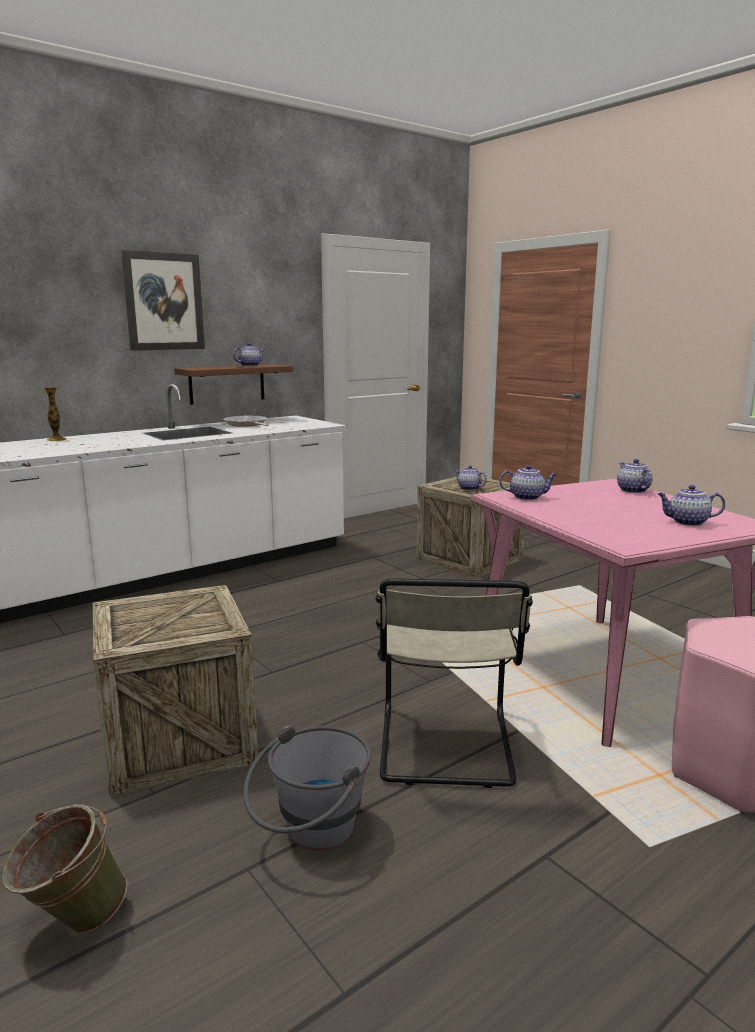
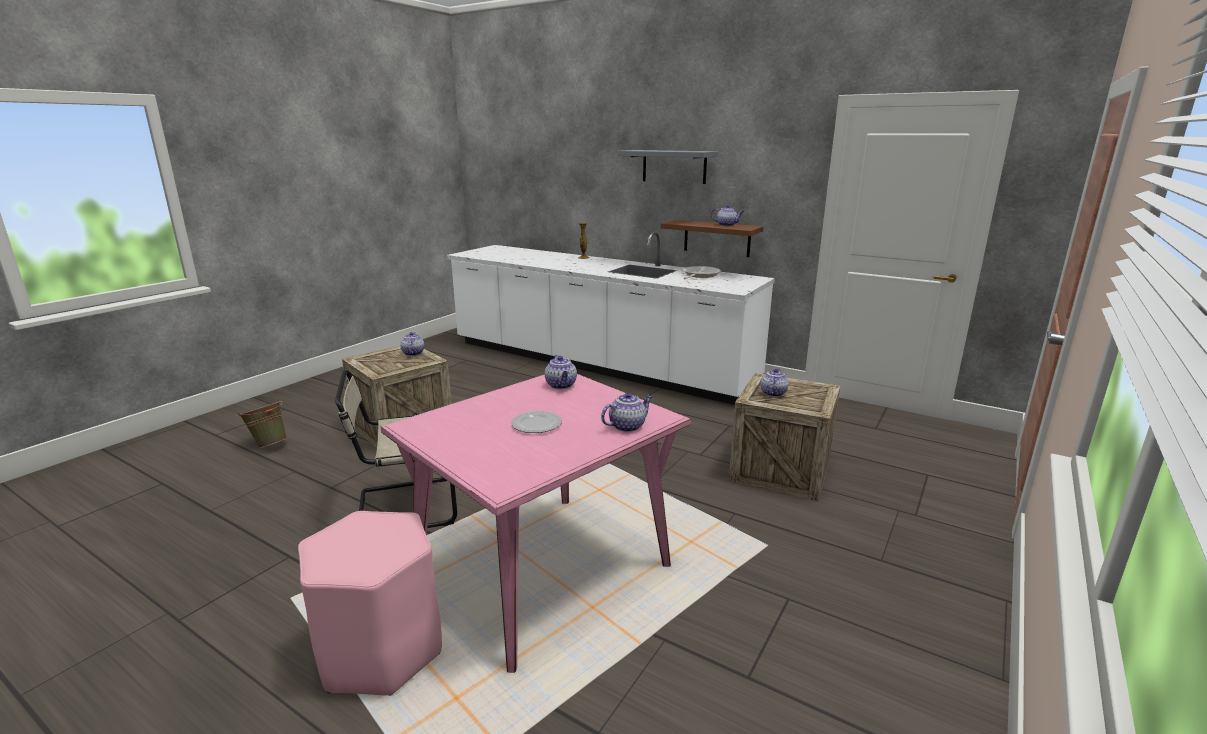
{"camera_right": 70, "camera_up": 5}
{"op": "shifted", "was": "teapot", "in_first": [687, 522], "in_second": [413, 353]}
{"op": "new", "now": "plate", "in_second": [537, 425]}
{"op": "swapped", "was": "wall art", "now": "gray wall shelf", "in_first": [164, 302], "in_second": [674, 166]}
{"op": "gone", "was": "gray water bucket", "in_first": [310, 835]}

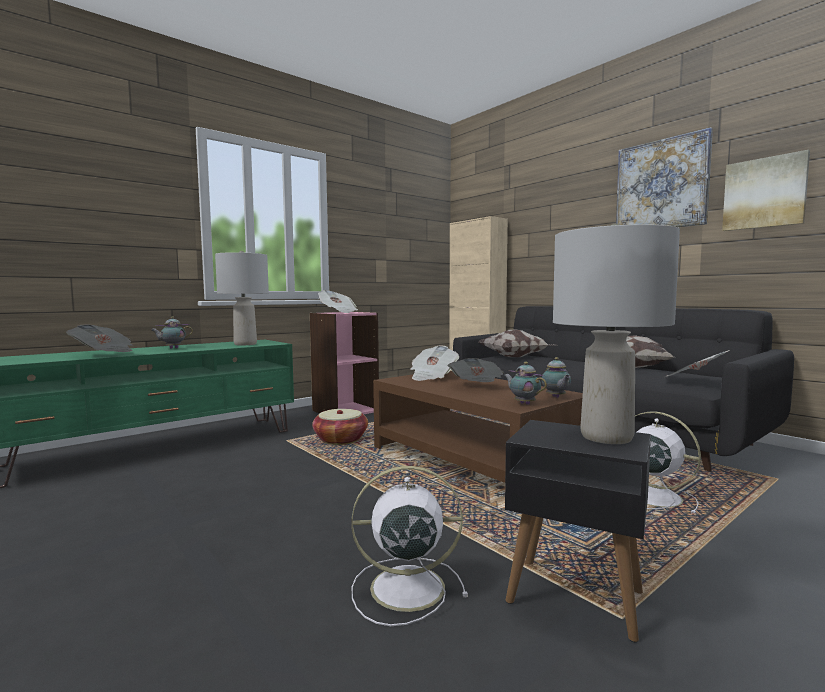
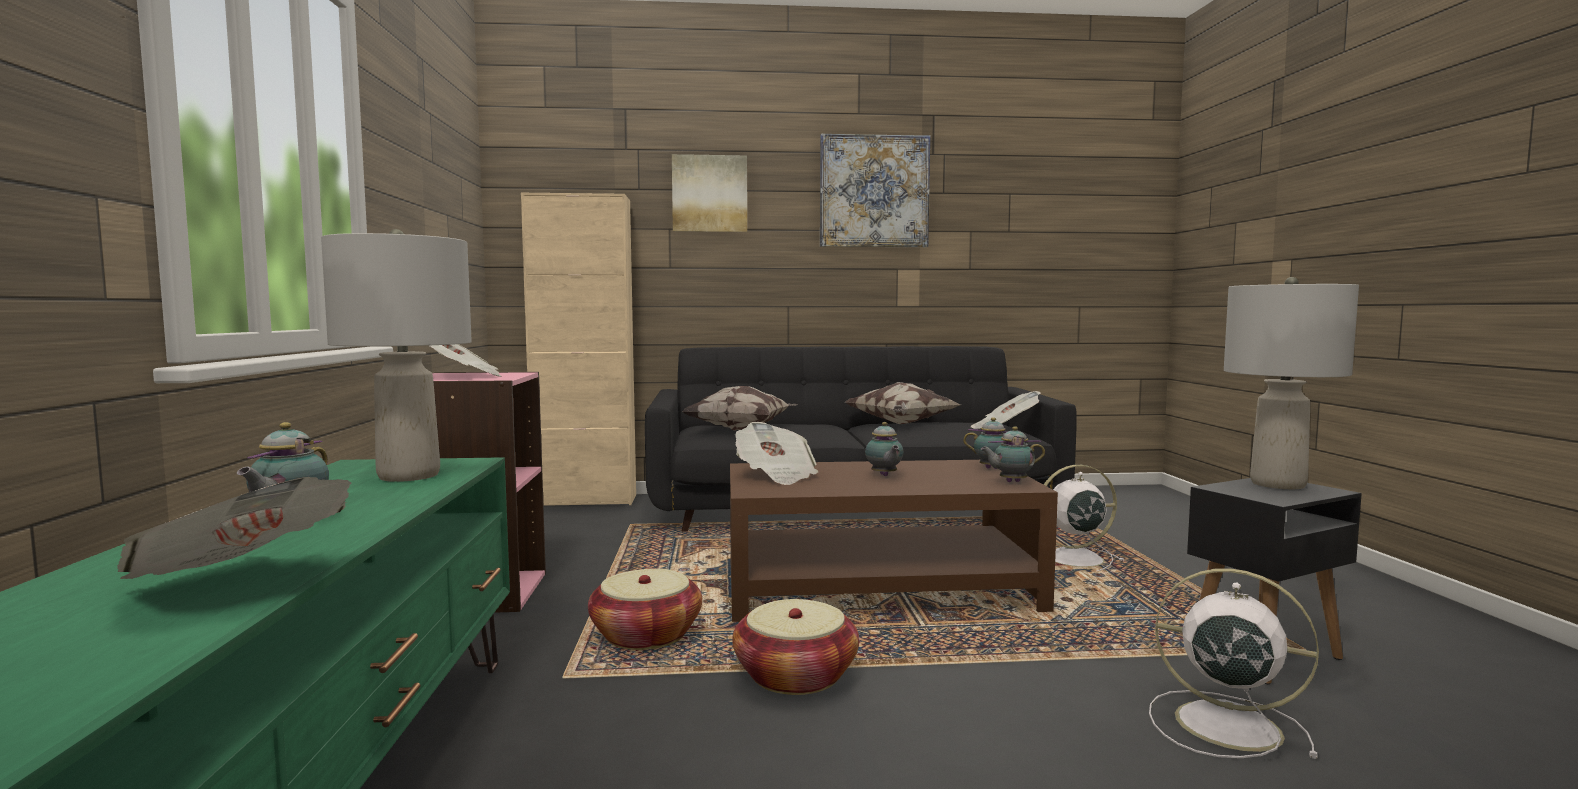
{"camera_right": -55, "camera_up": 0}
{"op": "shifted", "was": "wall art", "in_first": [764, 193], "in_second": [709, 194]}
{"op": "new", "now": "storage basket", "in_second": [795, 676]}
{"op": "swapped", "was": "daily paper", "now": "teapot", "in_first": [476, 386], "in_second": [884, 475]}
{"op": "rotated", "was": "white-coloured electric fan", "in_first": [404, 588], "in_second": [1222, 724], "clockwise": 90}

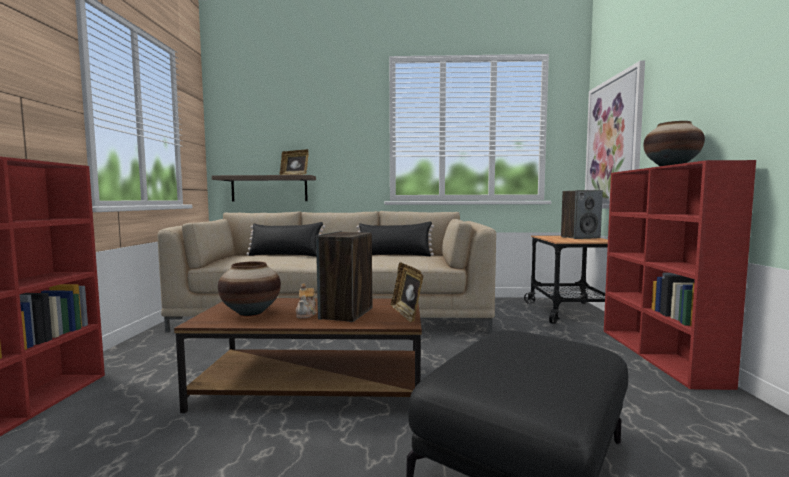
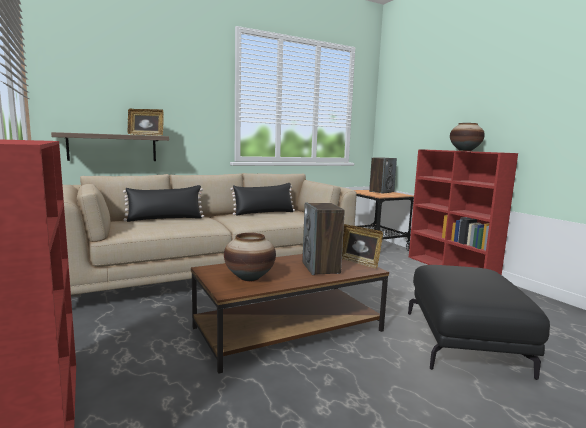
{"camera_right": -30, "camera_up": 5}
{"op": "gone", "was": "teapot", "in_first": [306, 314]}
{"op": "gone", "was": "wall art", "in_first": [613, 144]}

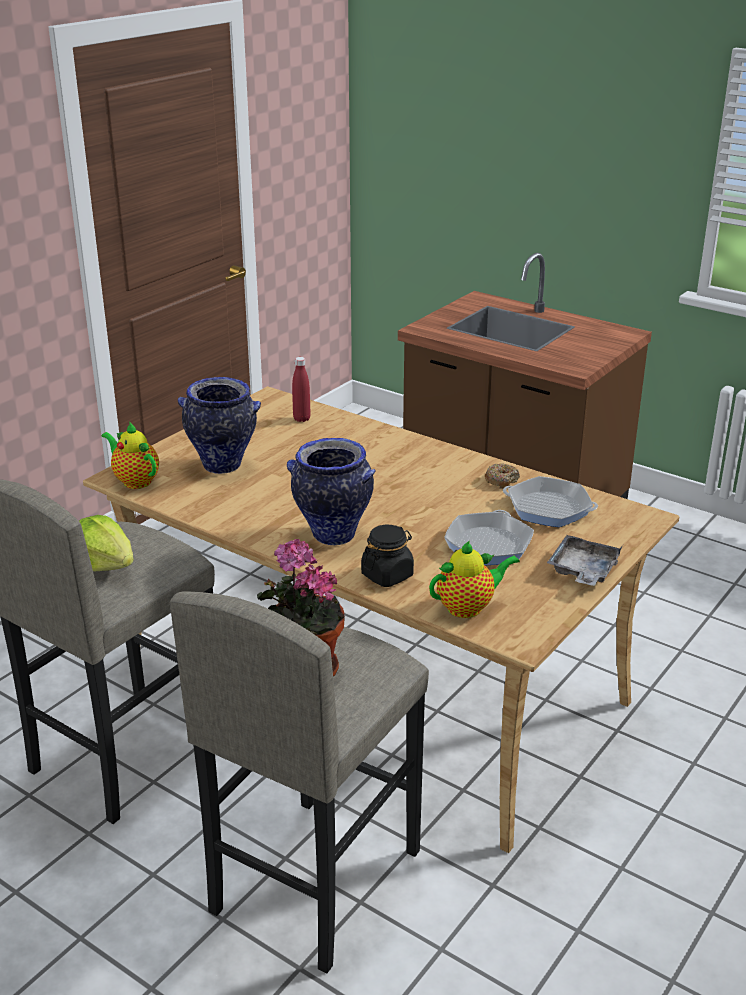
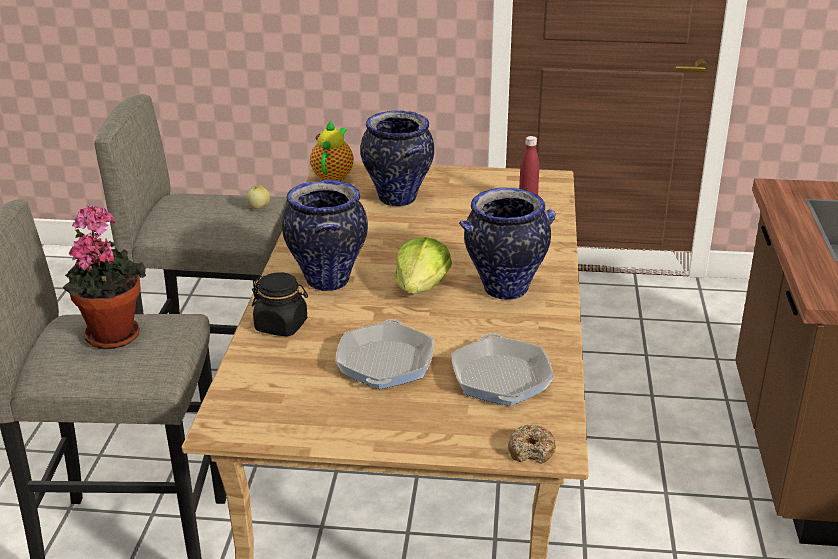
{"camera_right": 60, "camera_up": 0}
{"op": "new", "now": "whole apple", "in_second": [258, 207]}
{"op": "rotated", "was": "skillet", "in_first": [488, 545], "in_second": [385, 363], "clockwise": 105}
{"op": "shifted", "was": "lettuce head", "in_first": [104, 564], "in_second": [421, 287]}
{"op": "new", "now": "decorative vase", "in_second": [504, 290]}
{"op": "shifted", "was": "ring doughnut", "in_first": [501, 481], "in_second": [531, 451]}
{"op": "gone", "was": "teapot", "in_first": [468, 607]}
{"op": "gone", "was": "gray carrying tray", "in_first": [583, 571]}

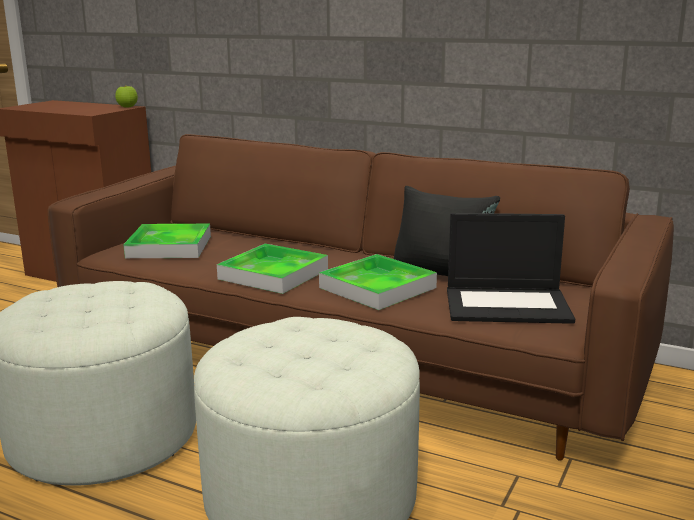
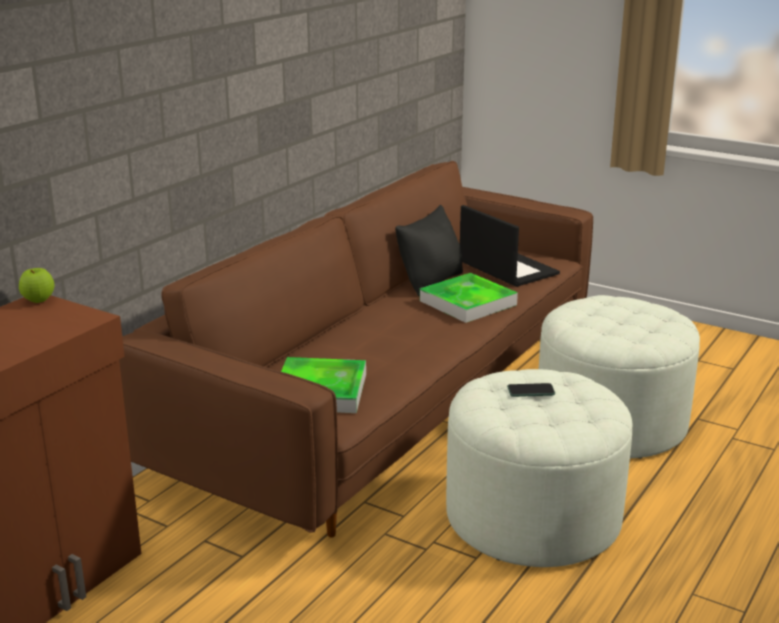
{"camera_right": -85, "camera_up": 5}
{"op": "rotated", "was": "notebook computer", "in_first": [508, 305], "in_second": [506, 268], "clockwise": -45}
{"op": "new", "now": "telephone", "in_second": [531, 391]}
{"op": "gone", "was": "carrying tray", "in_first": [273, 274]}

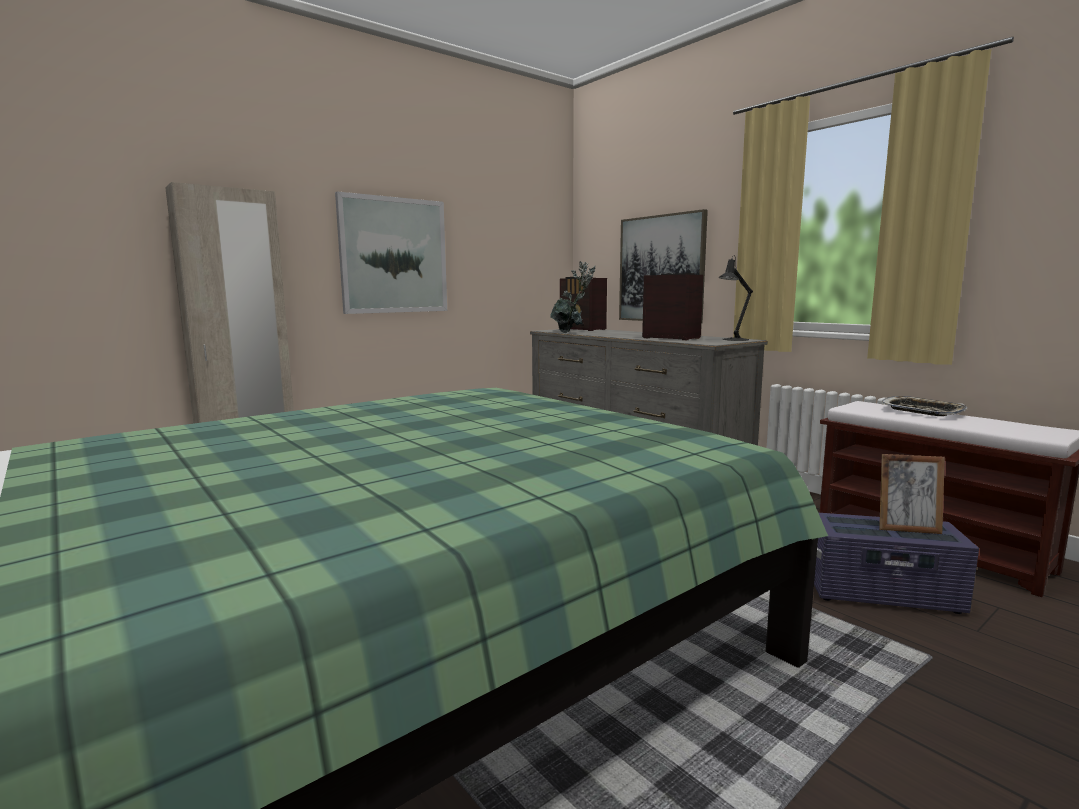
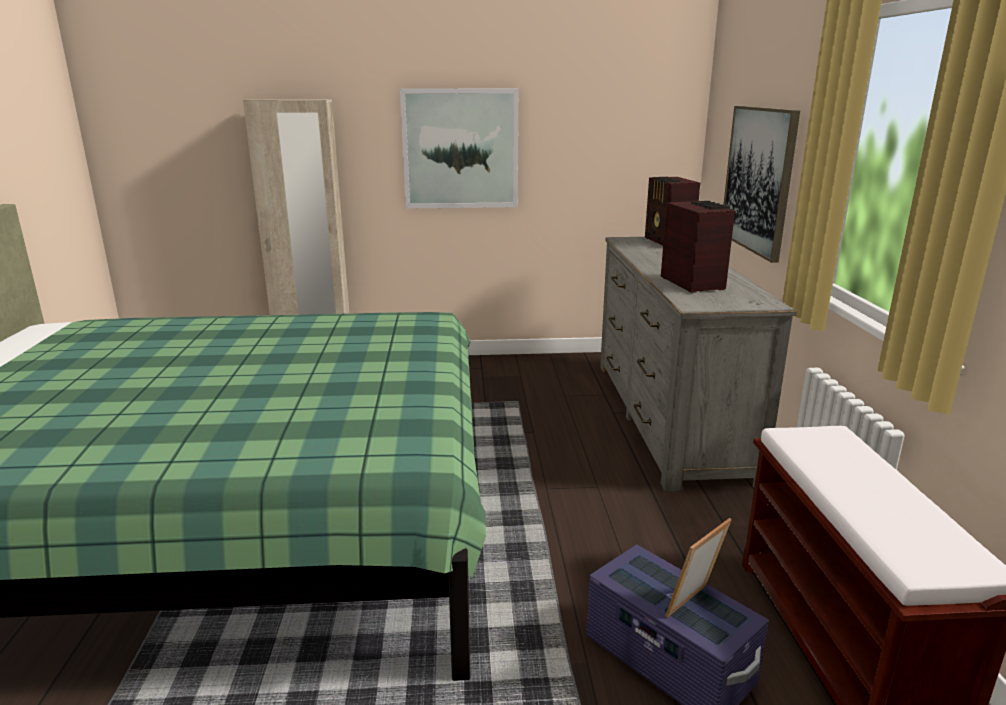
{"camera_right": 35, "camera_up": 10}
{"op": "rotated", "was": "photo frame", "in_first": [907, 529], "in_second": [693, 605], "clockwise": 90}
{"op": "gone", "was": "houseplant", "in_first": [571, 332]}
{"op": "gone", "was": "blackish tabletop lamp", "in_first": [733, 339]}
{"op": "gone", "was": "carrying tray", "in_first": [922, 411]}

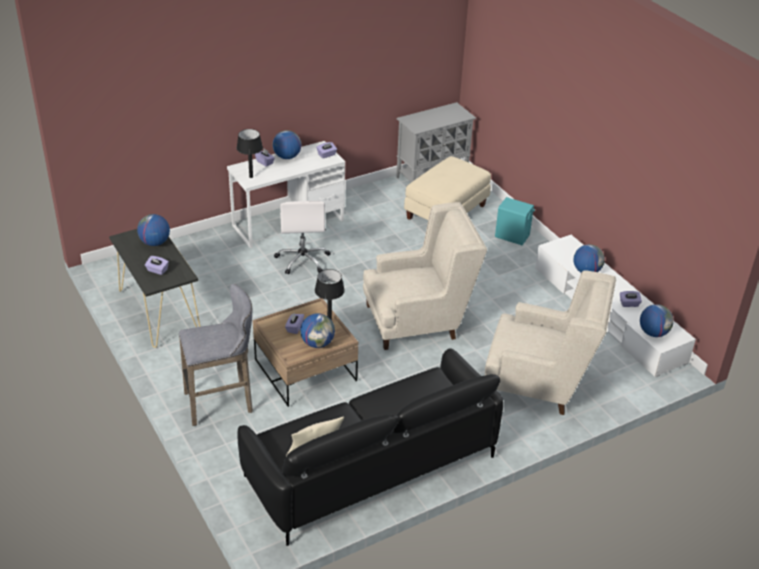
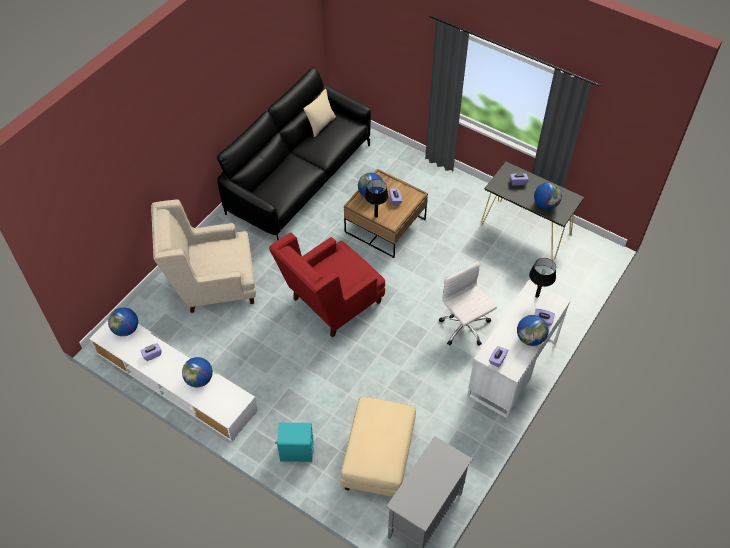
{"camera_right": 155, "camera_up": 15}
{"op": "repainted", "was": "beige easy chair", "now": "red-coloured easy chair", "in_first": [418, 320], "in_second": [331, 305]}
{"op": "gone", "was": "gray sitting stool", "in_first": [222, 402]}

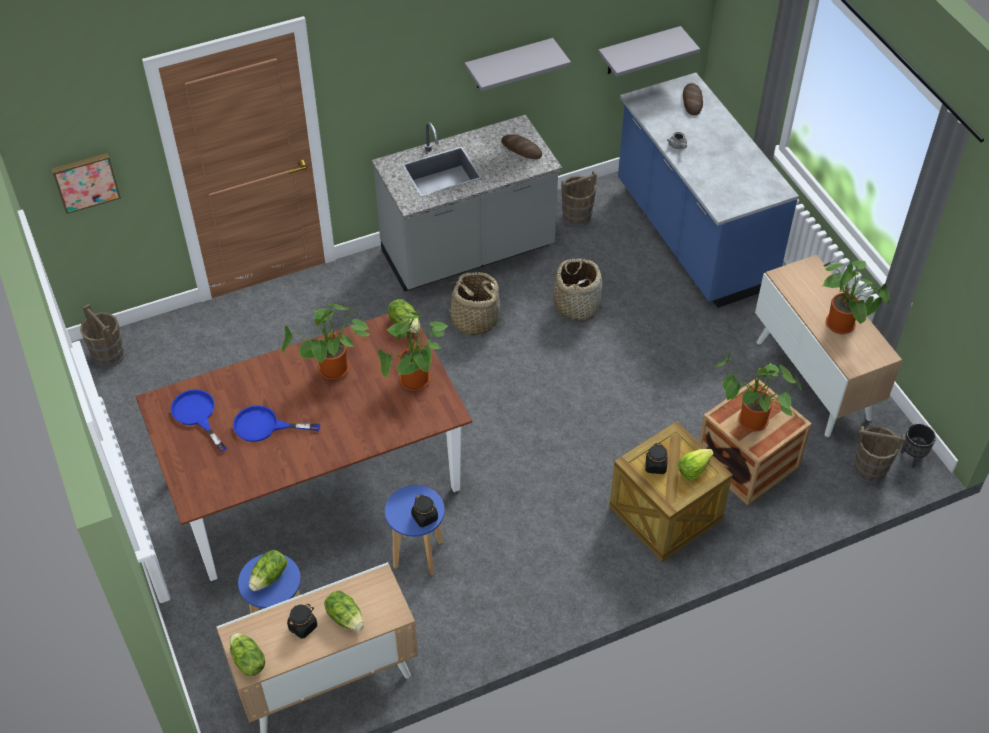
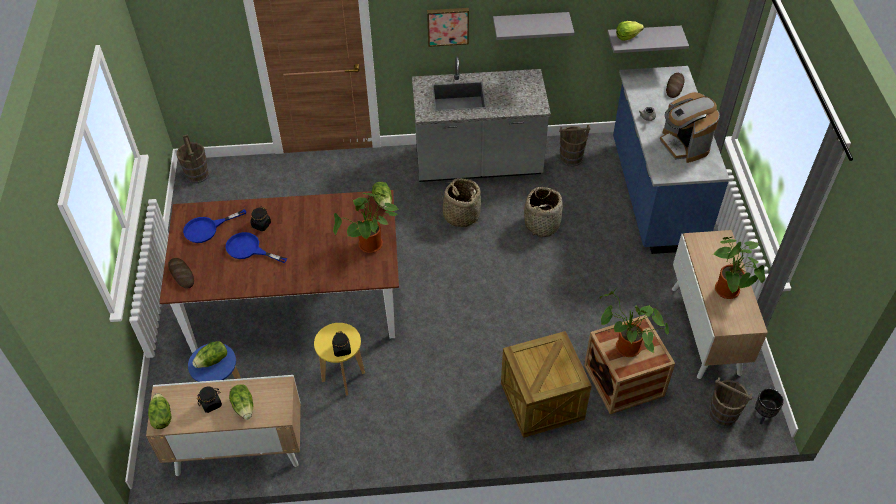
{"camera_right": 20, "camera_up": 0}
{"op": "shifted", "was": "bread", "in_first": [521, 149], "in_second": [181, 274]}
{"op": "rotated", "was": "blue skillet", "in_first": [197, 415], "in_second": [207, 229], "clockwise": -105}
{"op": "shifted", "was": "blackish preserve jar", "in_first": [655, 466], "in_second": [261, 225]}
{"op": "repainted", "was": "blue sitting stool", "now": "yellowish sitting stool", "in_first": [418, 555], "in_second": [343, 377]}
{"op": "shifted", "was": "wall art", "in_first": [85, 181], "in_second": [447, 25]}
{"op": "shifted", "was": "lettuce head", "in_first": [693, 469], "in_second": [627, 36]}
{"op": "new", "now": "coffee maker", "in_second": [684, 145]}
{"op": "gone", "was": "houseplant", "in_first": [333, 372]}

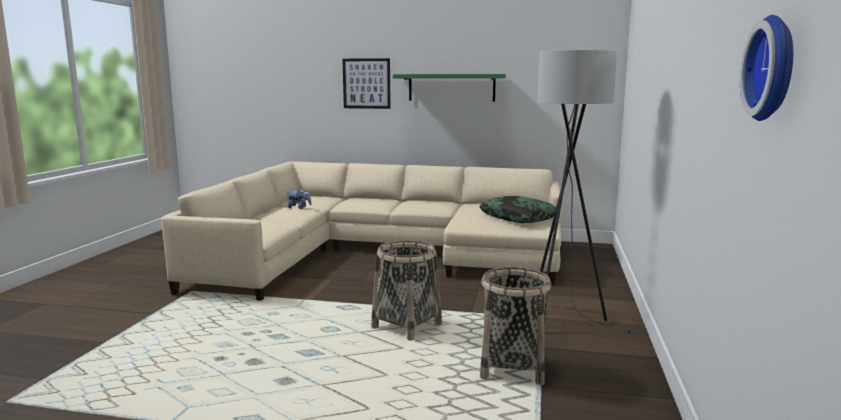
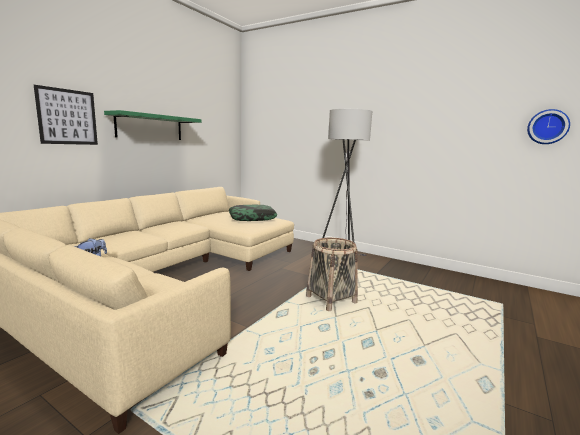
{"camera_right": -70, "camera_up": 0}
{"op": "gone", "was": "storage basket", "in_first": [512, 368]}

